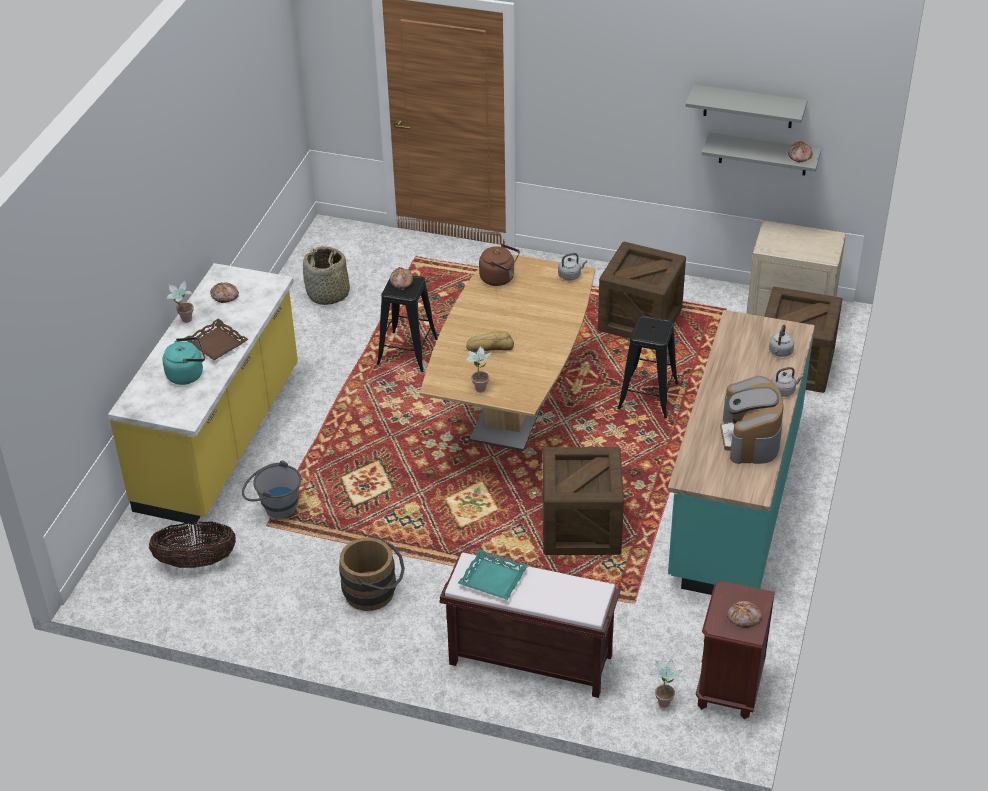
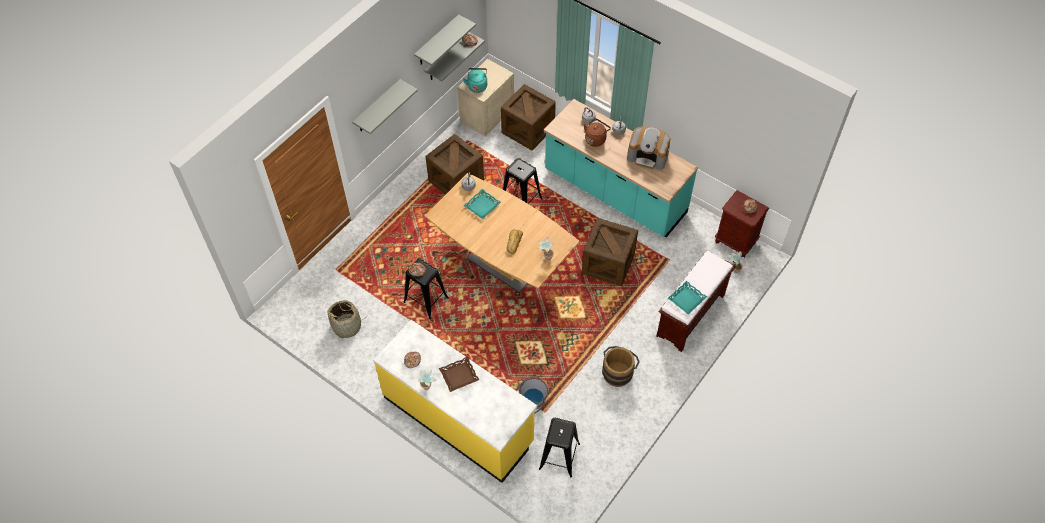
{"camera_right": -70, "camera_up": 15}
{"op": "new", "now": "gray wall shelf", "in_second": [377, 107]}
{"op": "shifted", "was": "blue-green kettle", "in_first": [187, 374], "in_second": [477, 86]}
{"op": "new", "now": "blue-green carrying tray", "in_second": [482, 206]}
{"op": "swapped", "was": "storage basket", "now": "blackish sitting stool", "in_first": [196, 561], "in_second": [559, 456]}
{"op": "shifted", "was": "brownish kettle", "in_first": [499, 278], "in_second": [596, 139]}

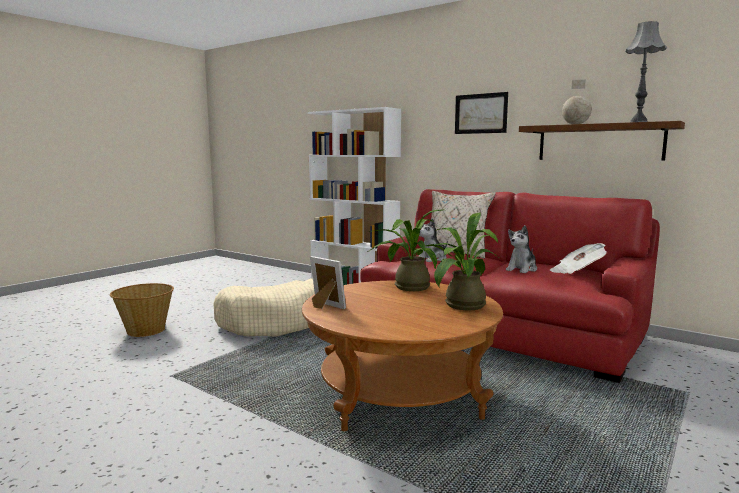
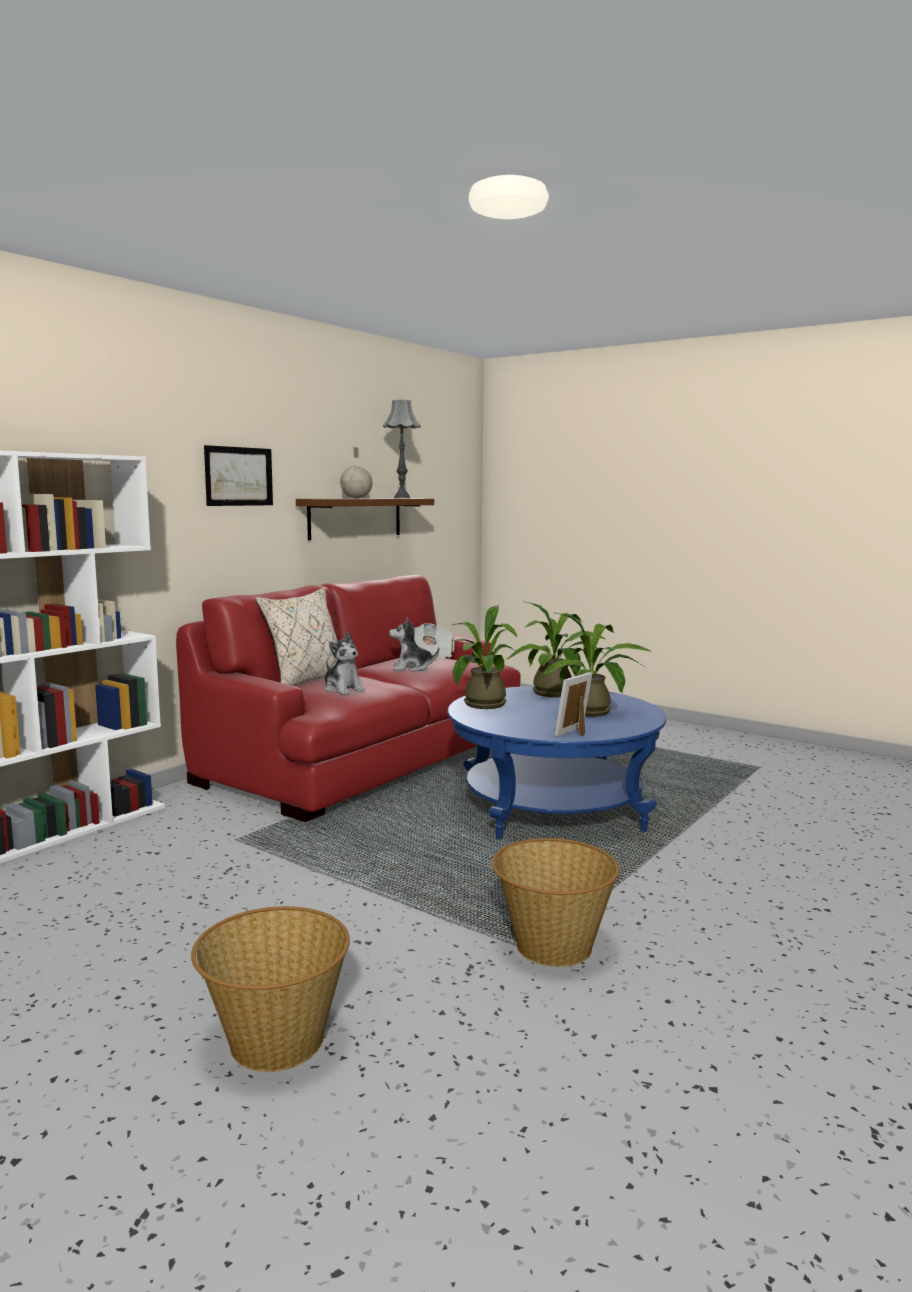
{"camera_right": -90, "camera_up": 0}
{"op": "rotated", "was": "plush toy", "in_first": [522, 269], "in_second": [412, 668], "clockwise": 135}
{"op": "repainted", "was": "brownish coffee table", "now": "blue coffee table", "in_first": [400, 392], "in_second": [552, 808]}
{"op": "new", "now": "storage basket", "in_second": [552, 946]}
{"op": "new", "now": "houseplant", "in_second": [593, 713]}
{"op": "gone", "was": "beige pet bed", "in_first": [278, 321]}

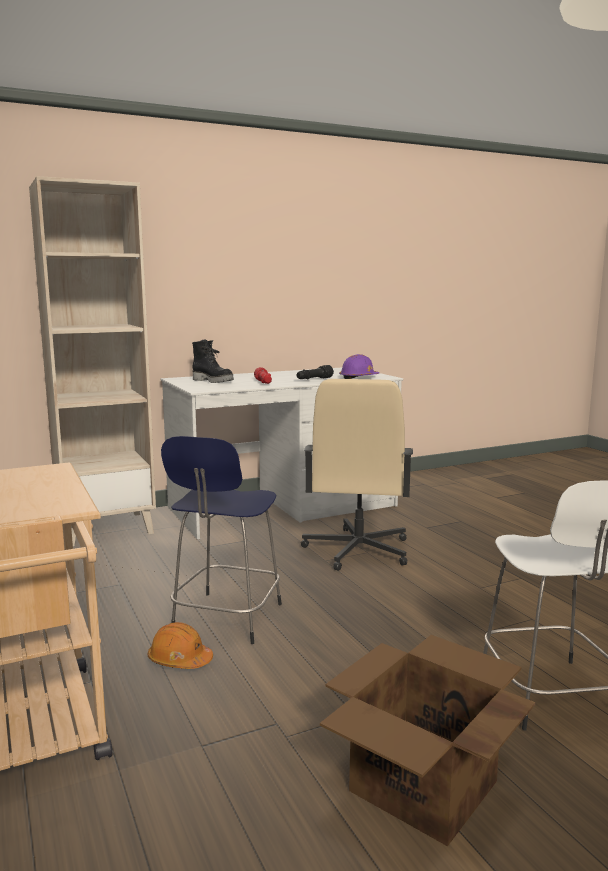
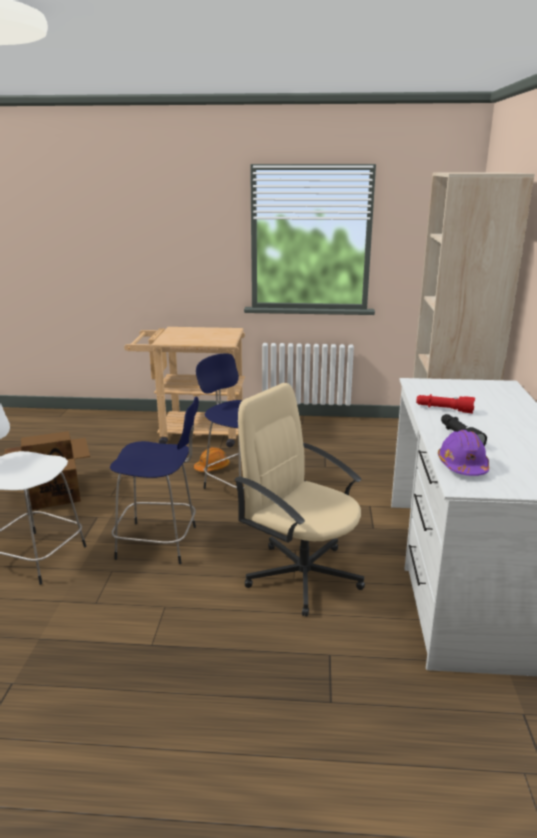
{"camera_right": 120, "camera_up": 10}
{"op": "new", "now": "blue sitting stool", "in_second": [160, 543]}
{"op": "gone", "was": "blackish tall boot", "in_first": [213, 381]}

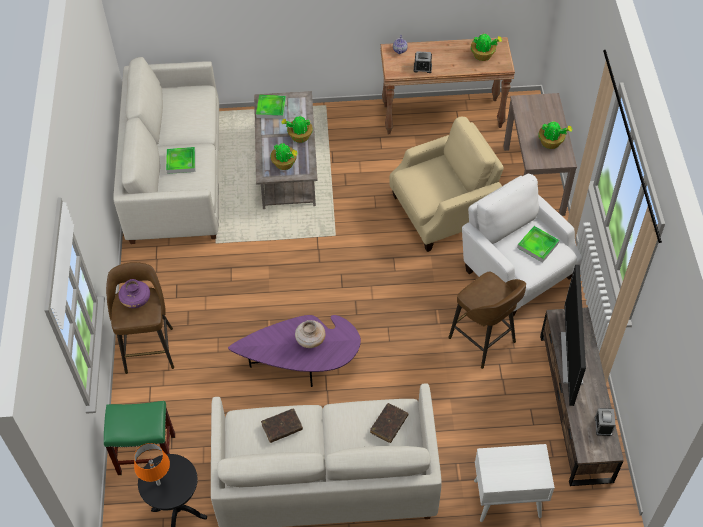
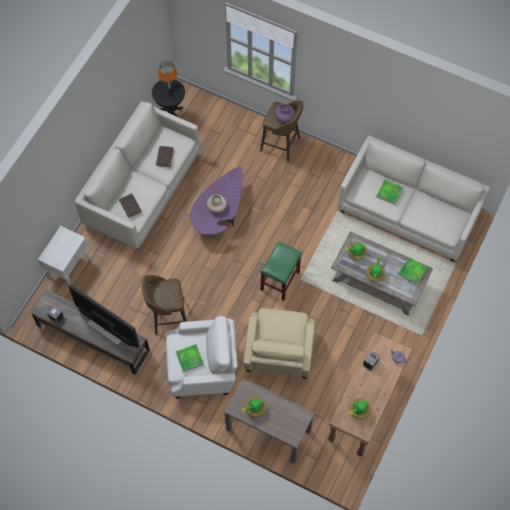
{"camera_right": 120, "camera_up": 10}
{"op": "shifted", "was": "greenish sitting stool", "in_first": [147, 454], "in_second": [280, 281]}

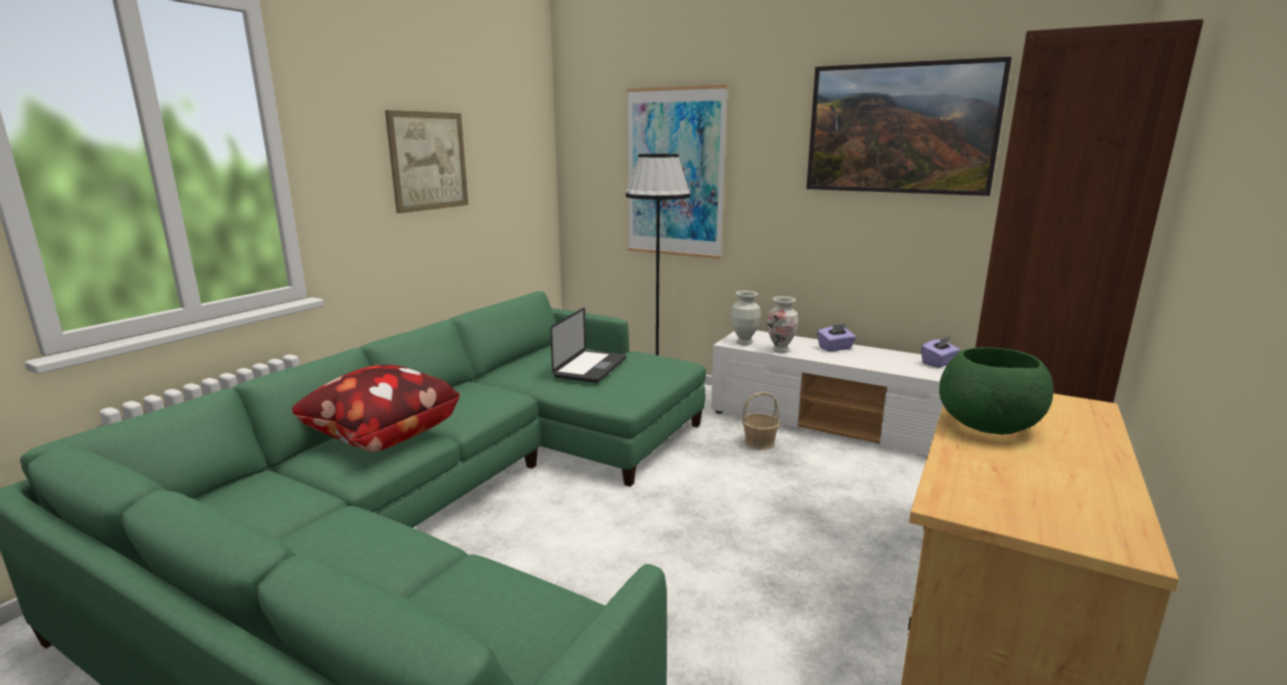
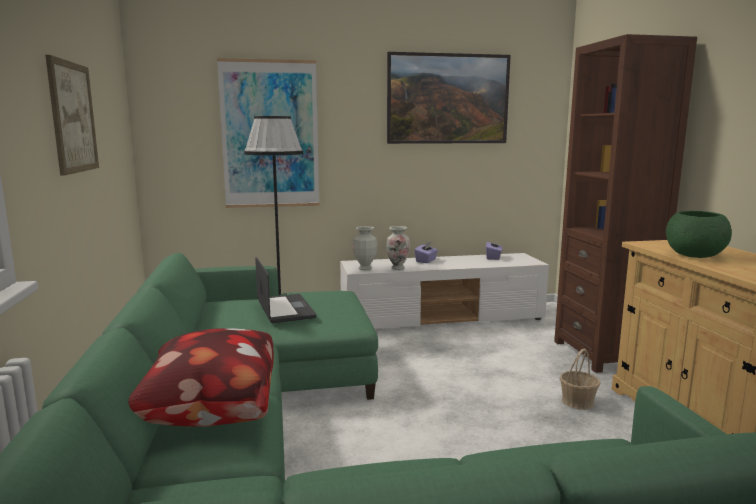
{"camera_right": -40, "camera_up": -5}
{"op": "shifted", "was": "storage basket", "in_first": [759, 443], "in_second": [578, 402]}

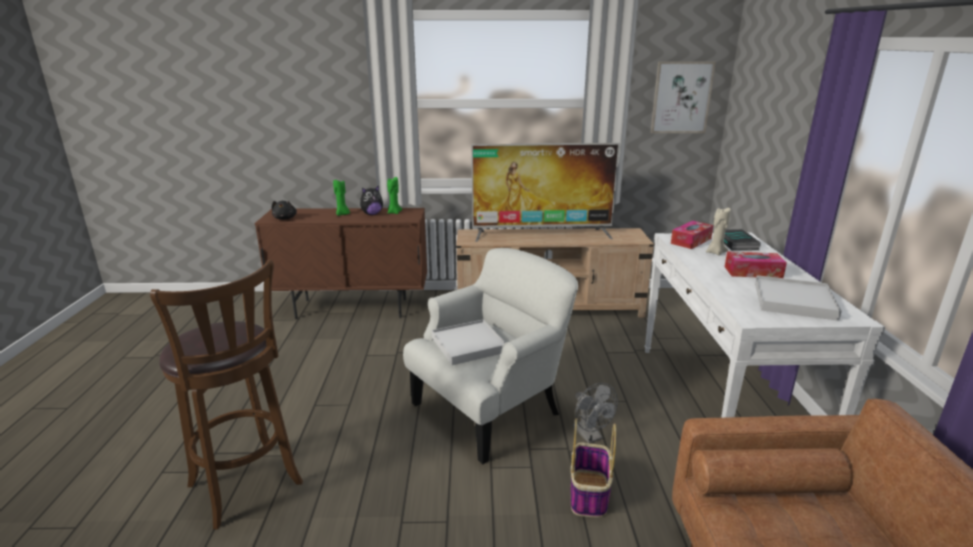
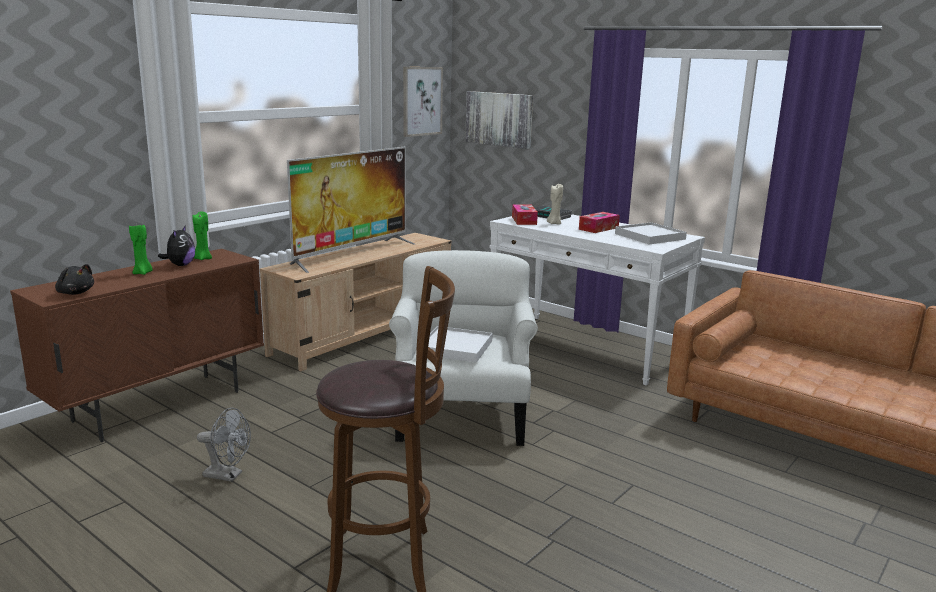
{"camera_right": -50, "camera_up": -5}
{"op": "shifted", "was": "gray electric fan", "in_first": [590, 436], "in_second": [228, 475]}
{"op": "new", "now": "wall art", "in_second": [499, 119]}
{"op": "gone", "was": "storage basket", "in_first": [589, 494]}

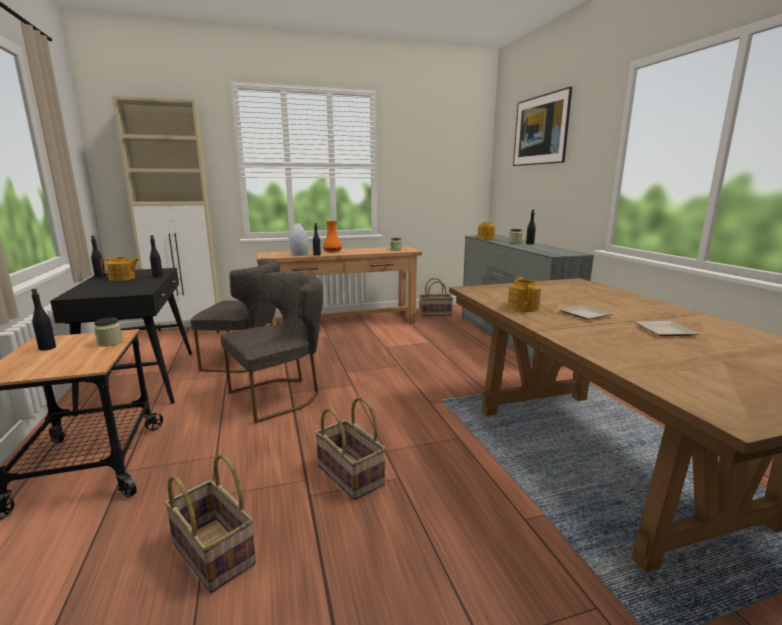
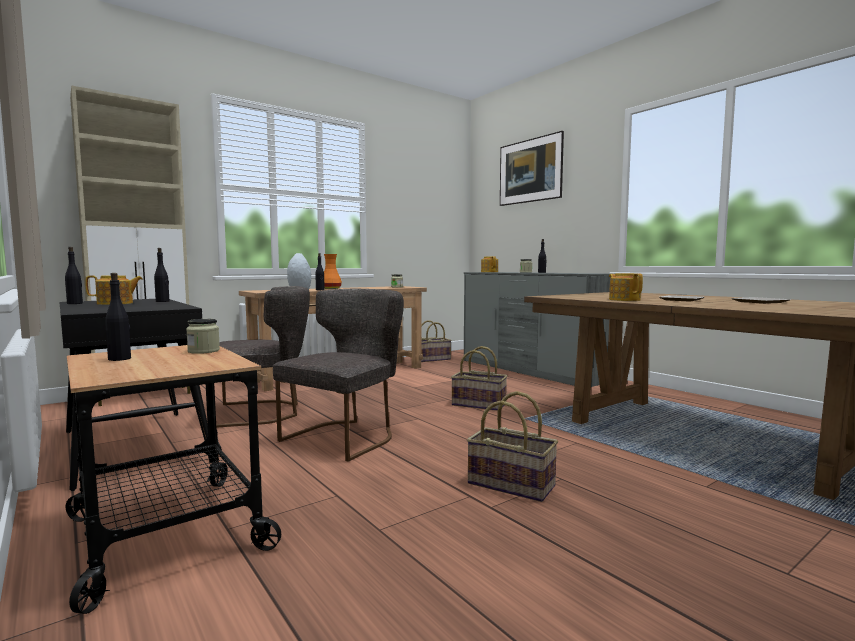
{"camera_right": -20, "camera_up": -10}
{"op": "shifted", "was": "storage basket", "in_first": [215, 552], "in_second": [479, 404]}

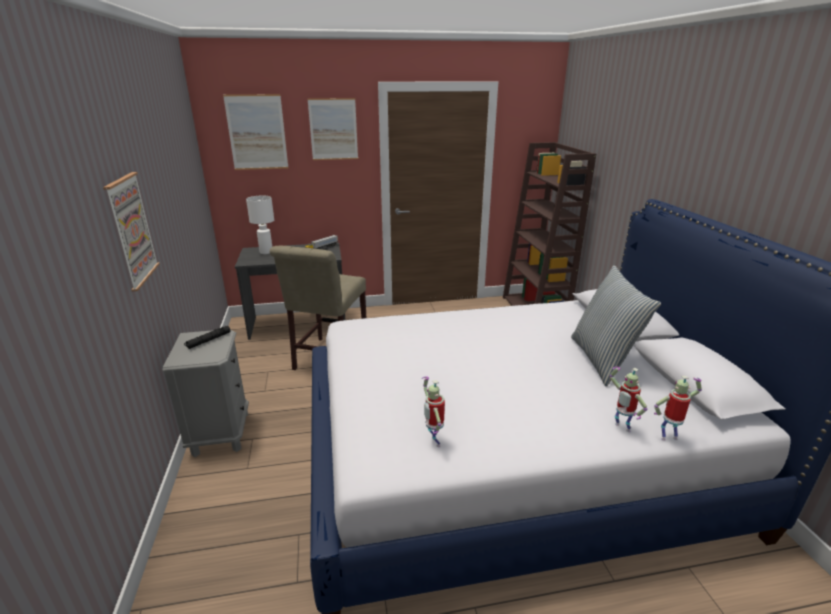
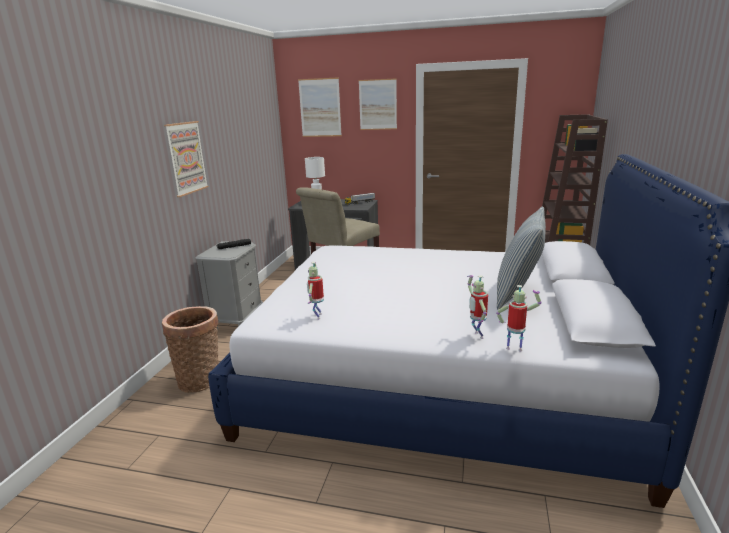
{"camera_right": 25, "camera_up": -5}
{"op": "new", "now": "storage basket", "in_second": [201, 379]}

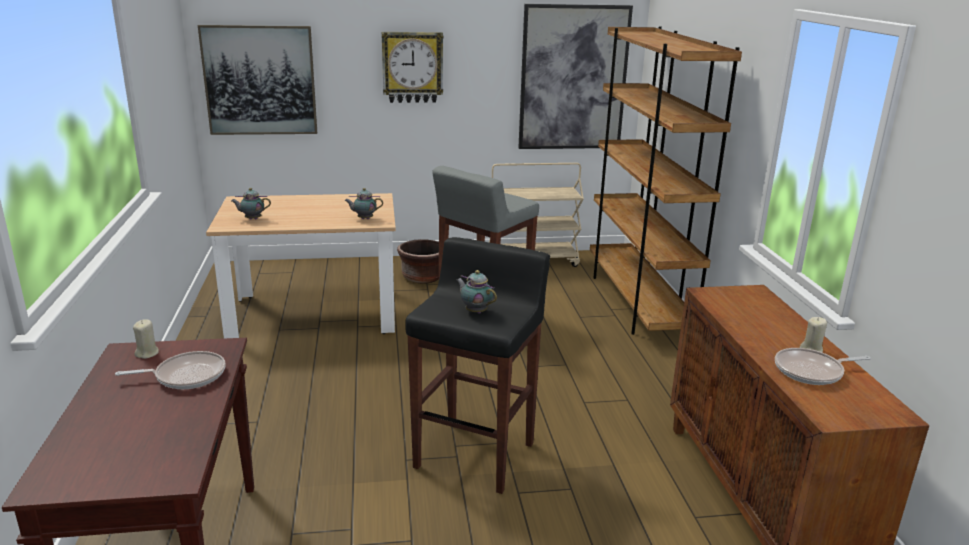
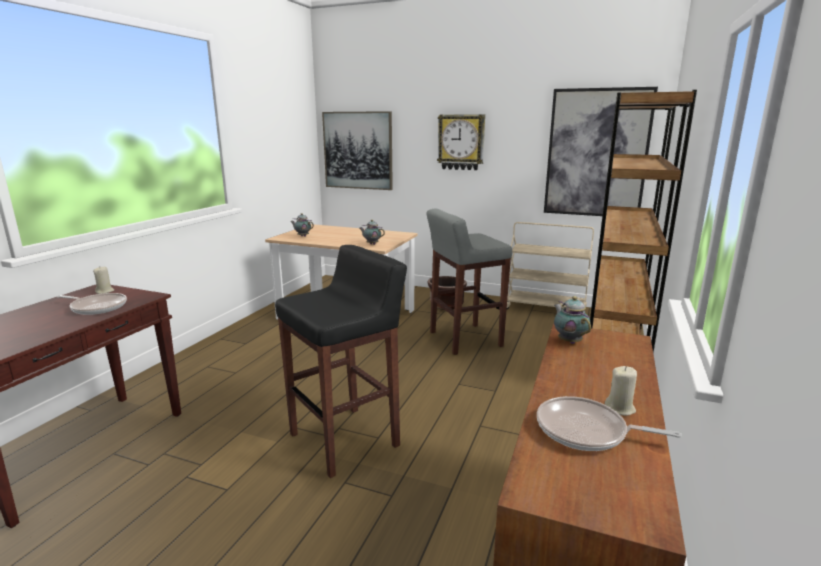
{"camera_right": 30, "camera_up": -5}
{"op": "shifted", "was": "teapot", "in_first": [475, 311], "in_second": [569, 341]}

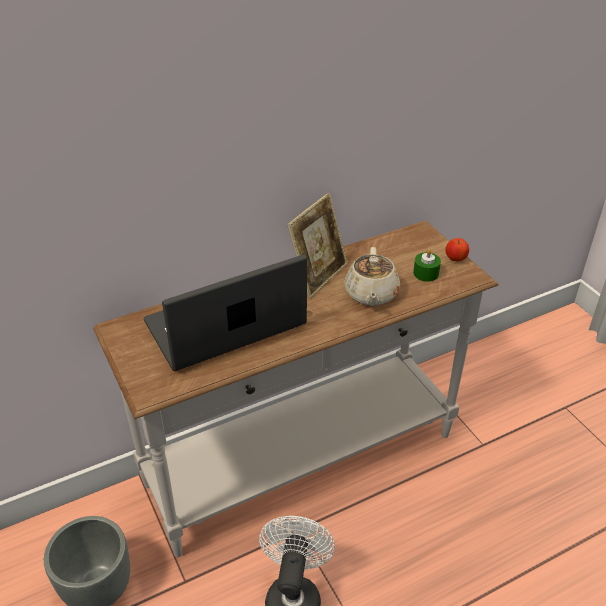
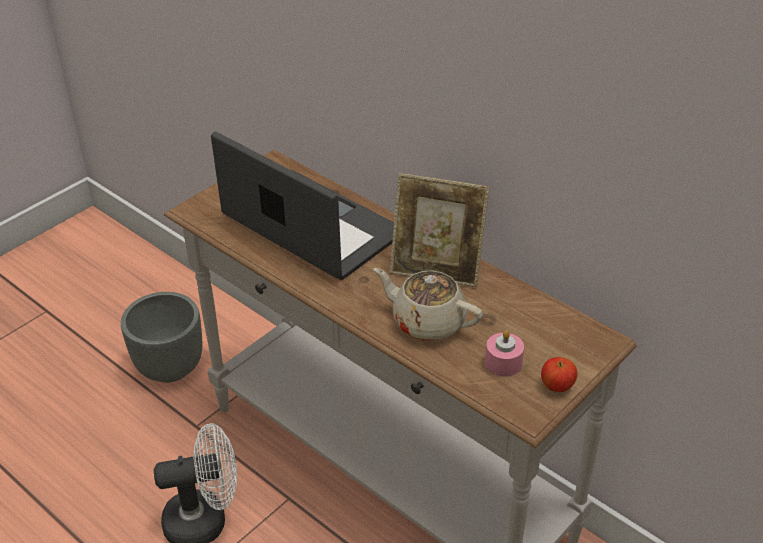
{"camera_right": 70, "camera_up": 0}
{"op": "rotated", "was": "beige teapot", "in_first": [371, 294], "in_second": [427, 321], "clockwise": 45}
{"op": "repainted", "was": "greenish wax candle", "now": "pink wax candle", "in_first": [426, 273], "in_second": [503, 363]}

